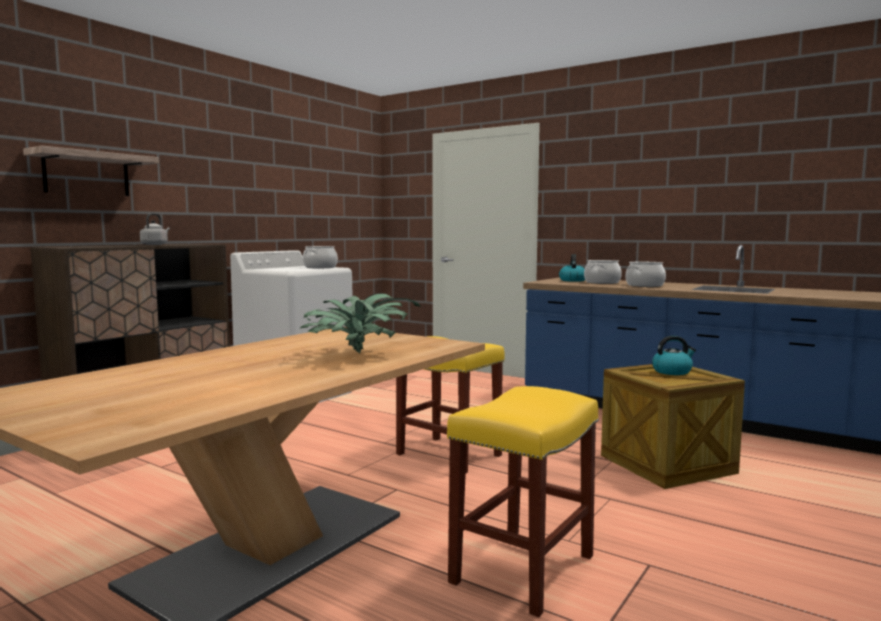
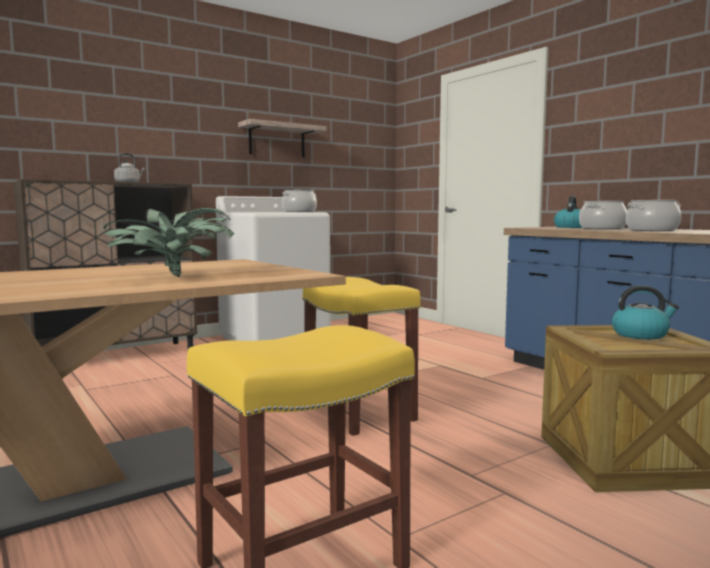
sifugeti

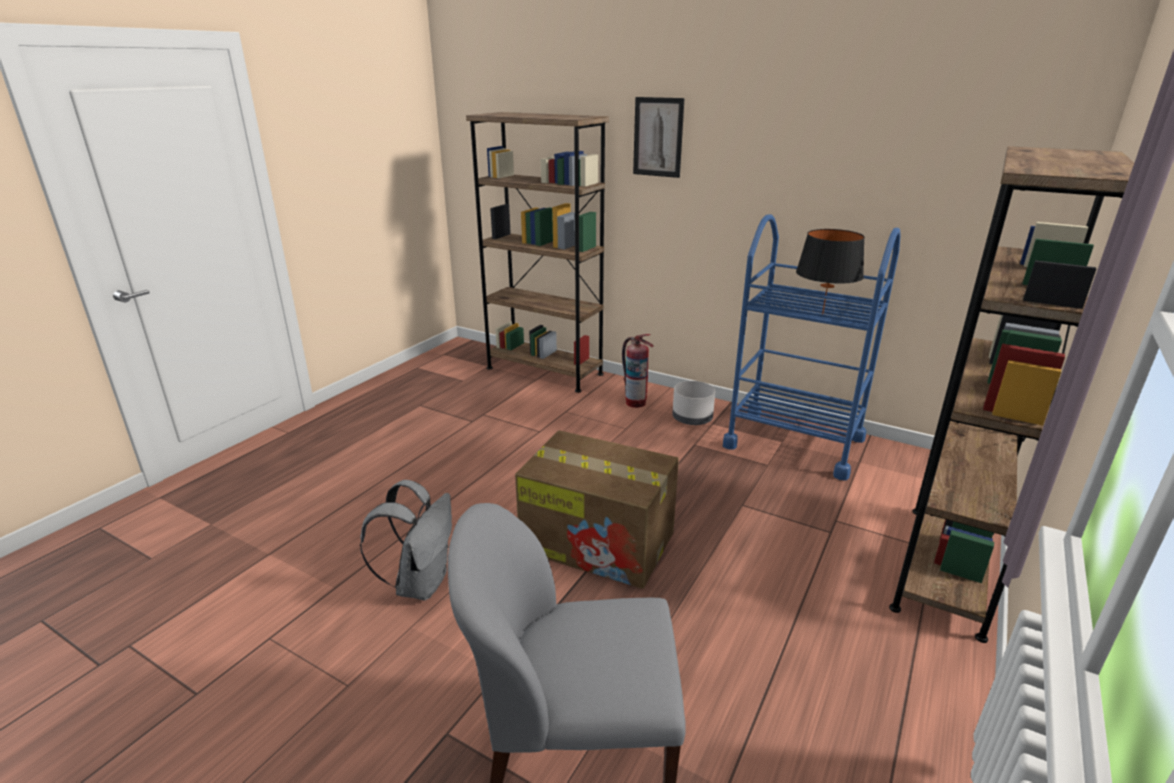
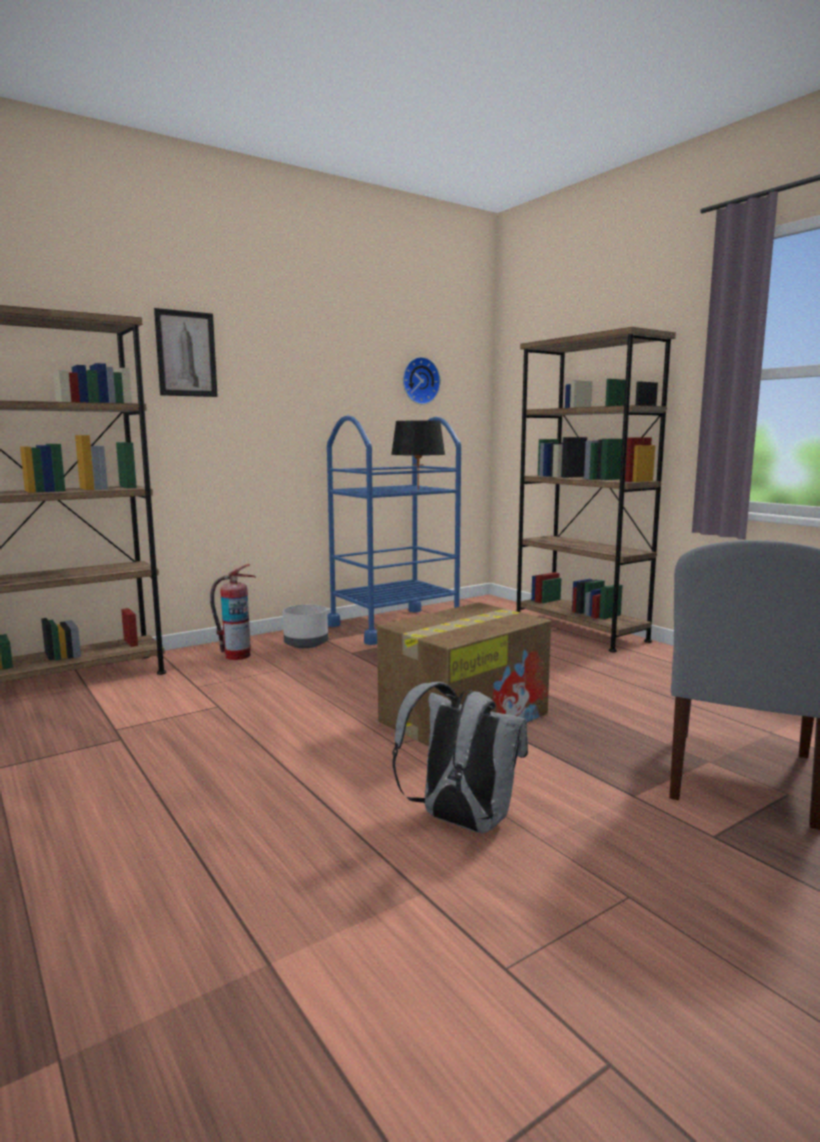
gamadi

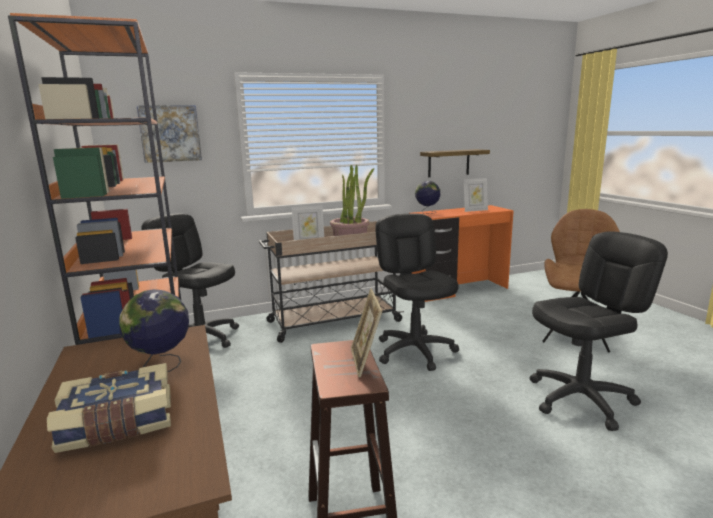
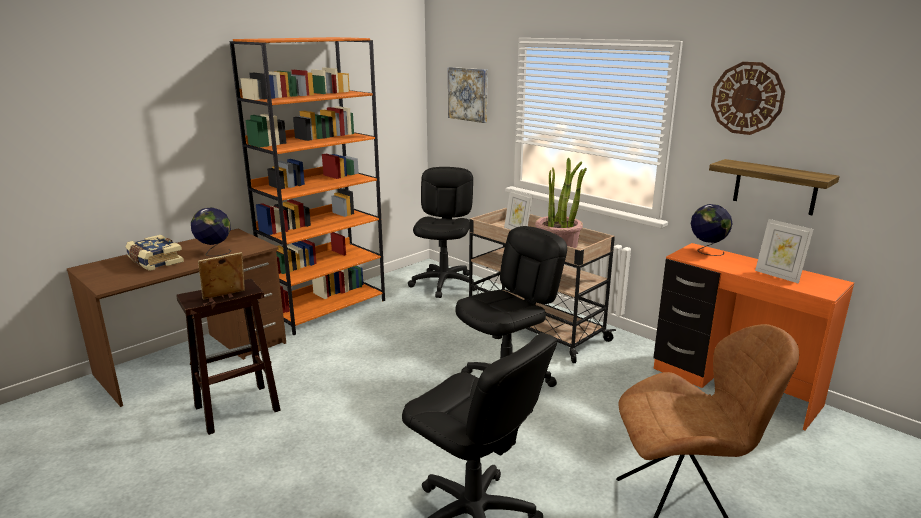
gamadi

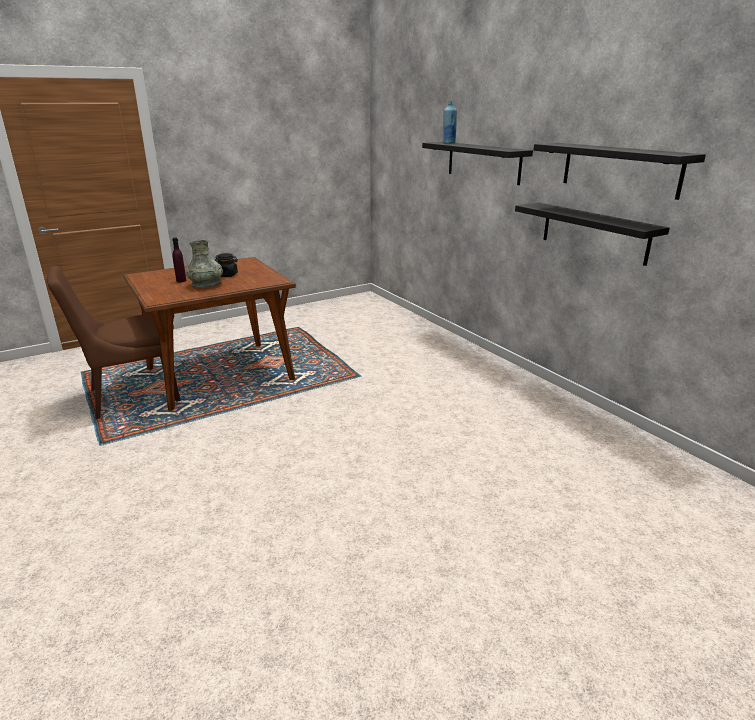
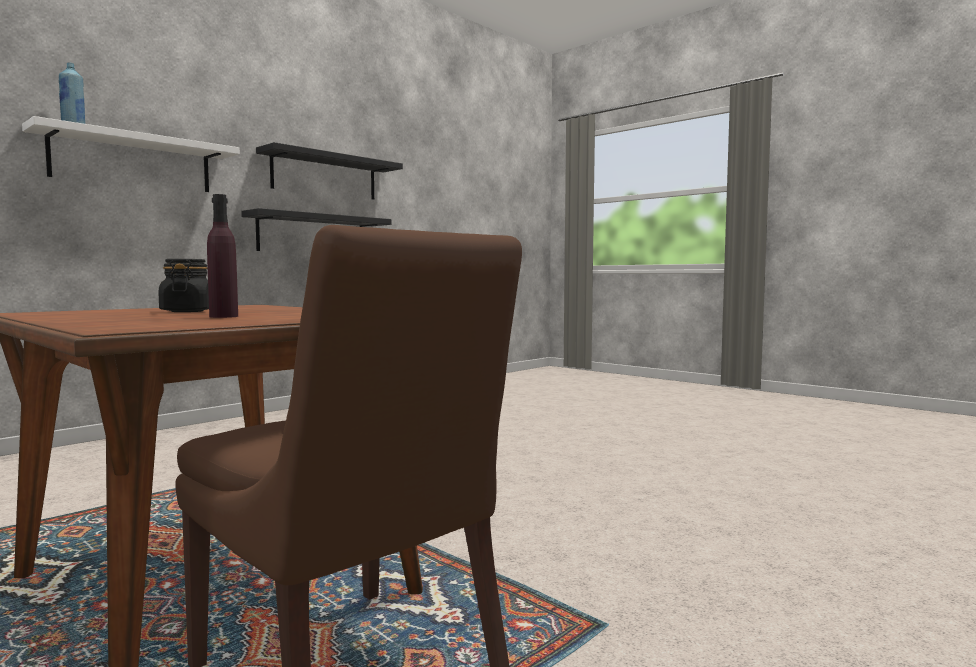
white_sifugeti
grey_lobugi

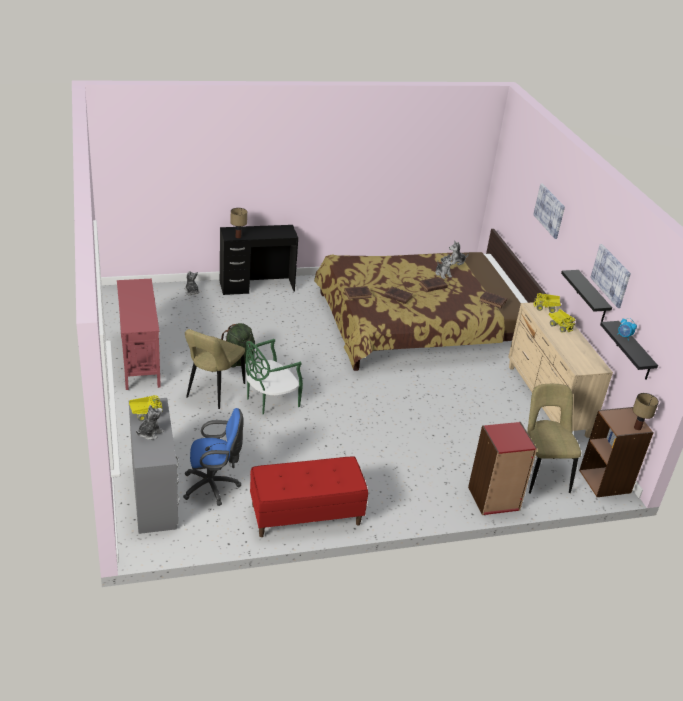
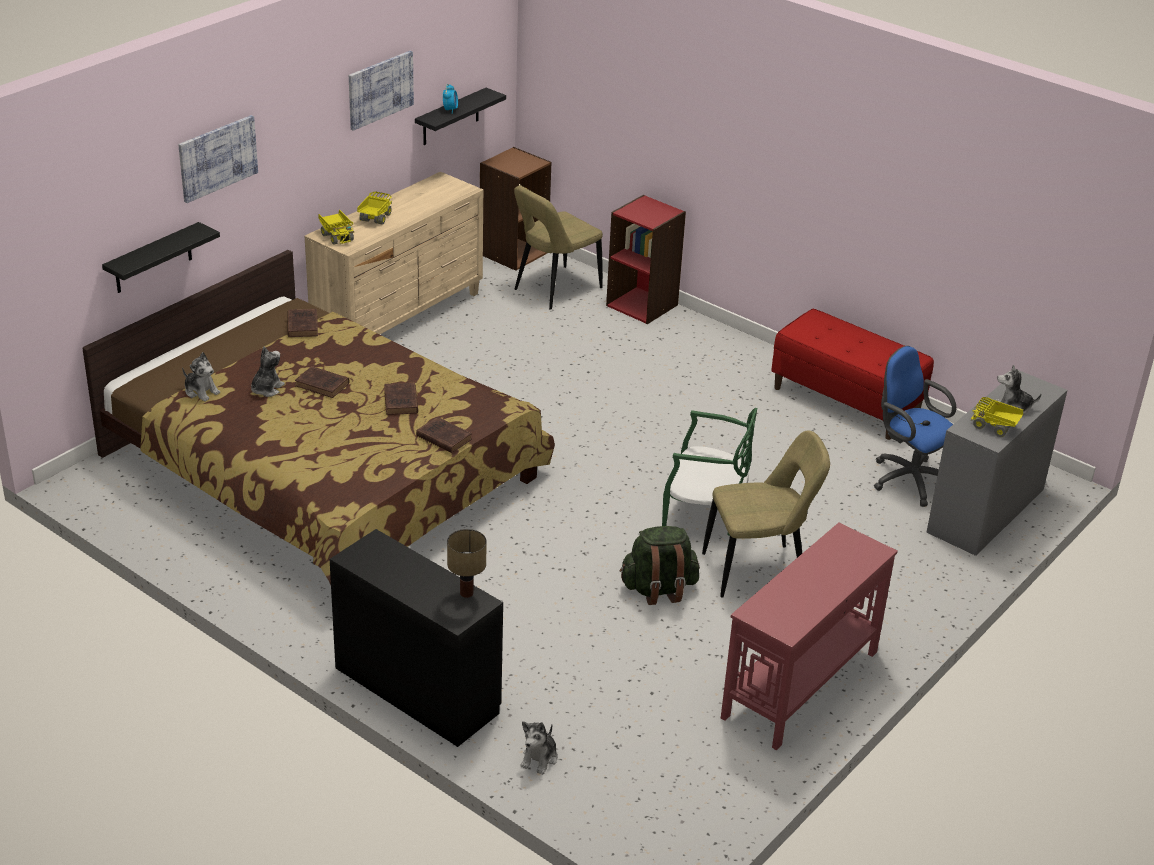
black_sifugeti (no. 1 from left)
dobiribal (no. 2 from left in the first image)

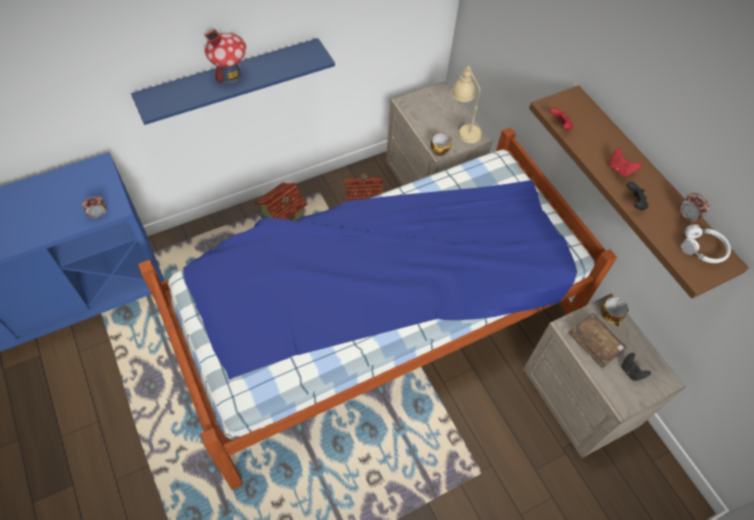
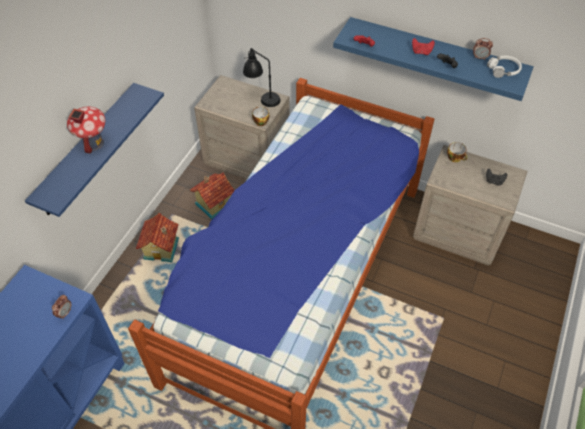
black_dobiribal
blue_sifugeti (no. 2 from left)
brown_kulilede

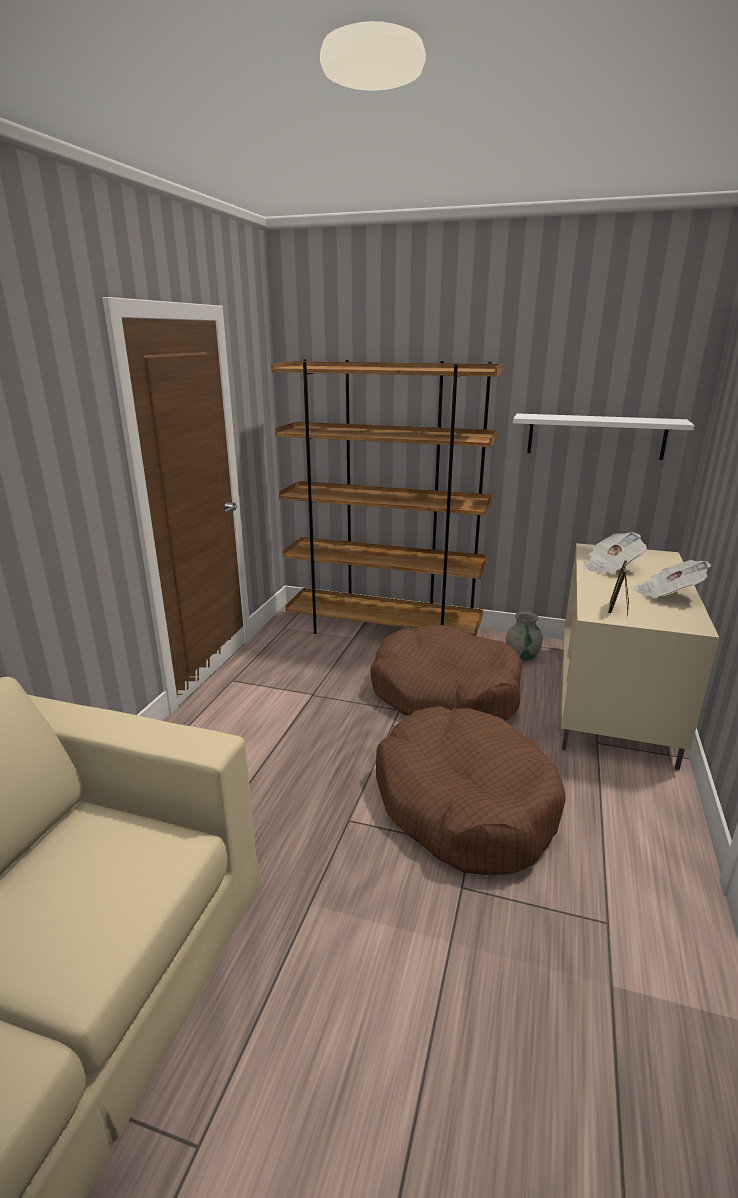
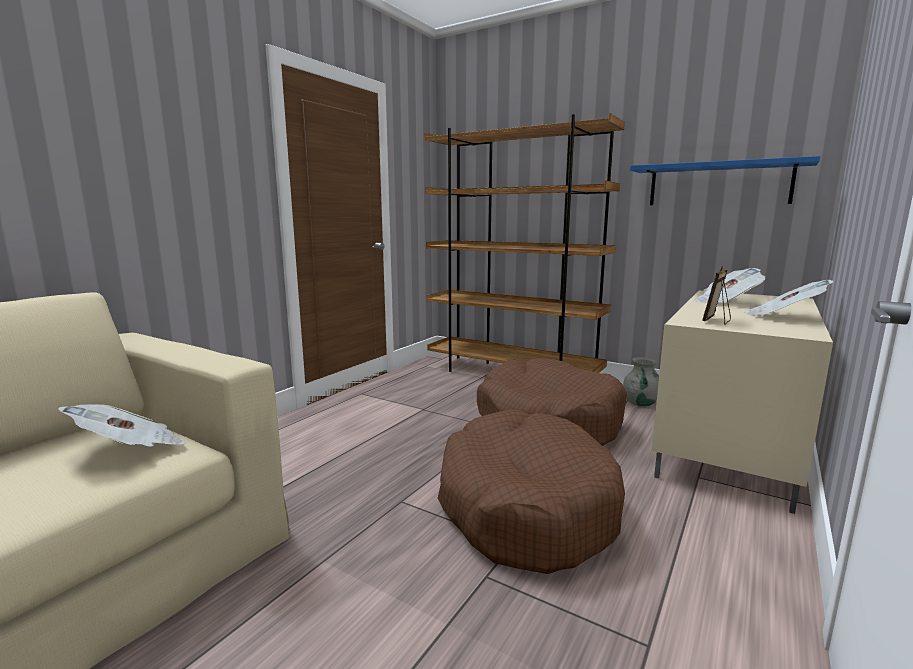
blue_sifugeti
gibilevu (no. 1 from left)

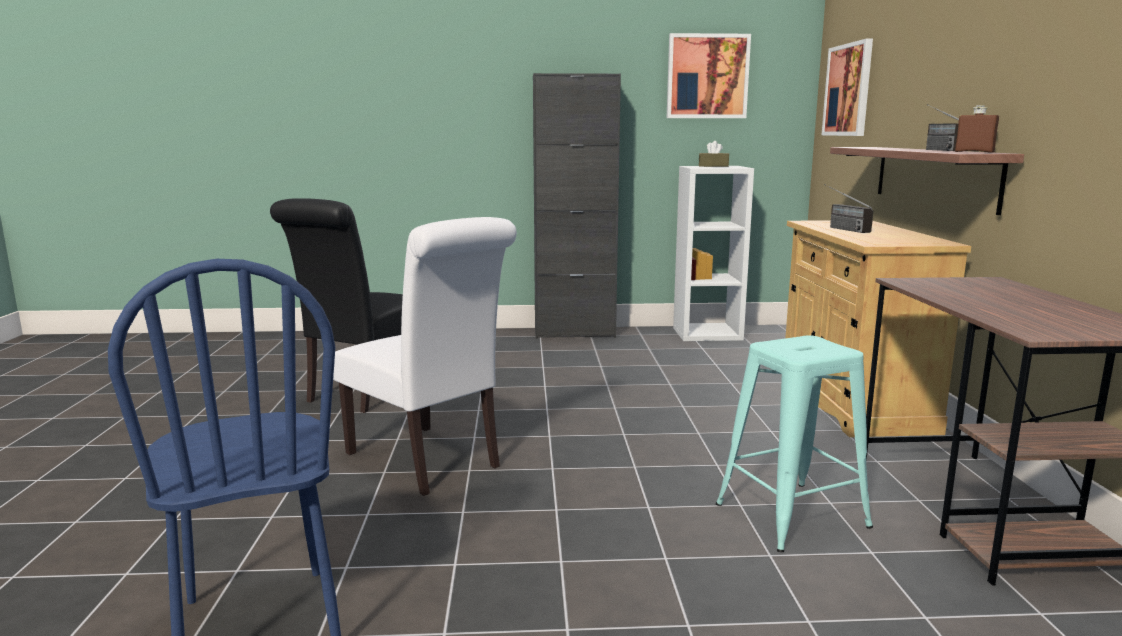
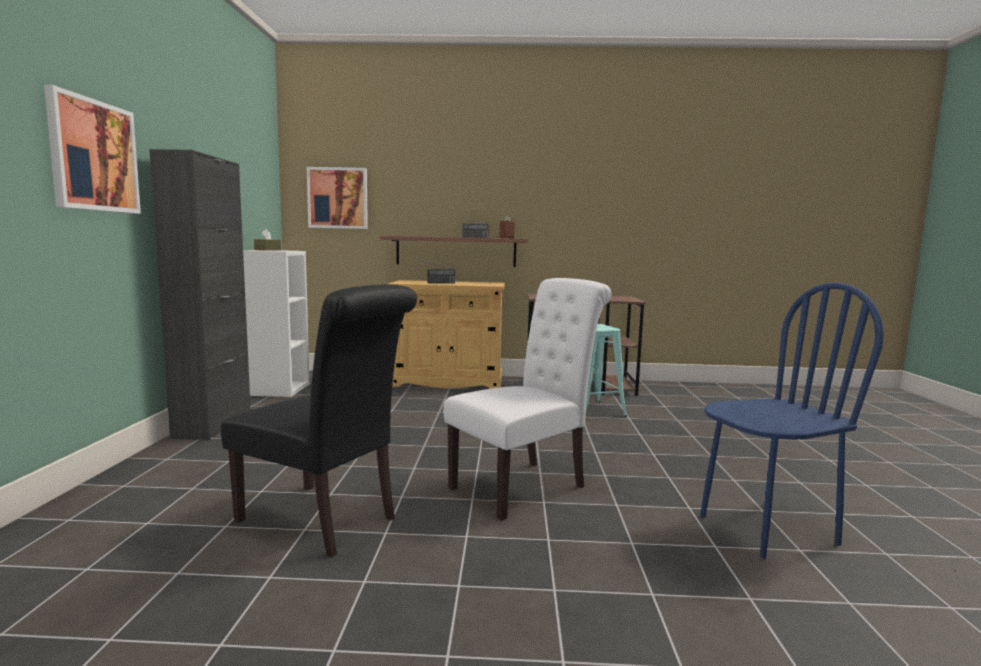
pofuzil (no. 1 from left)

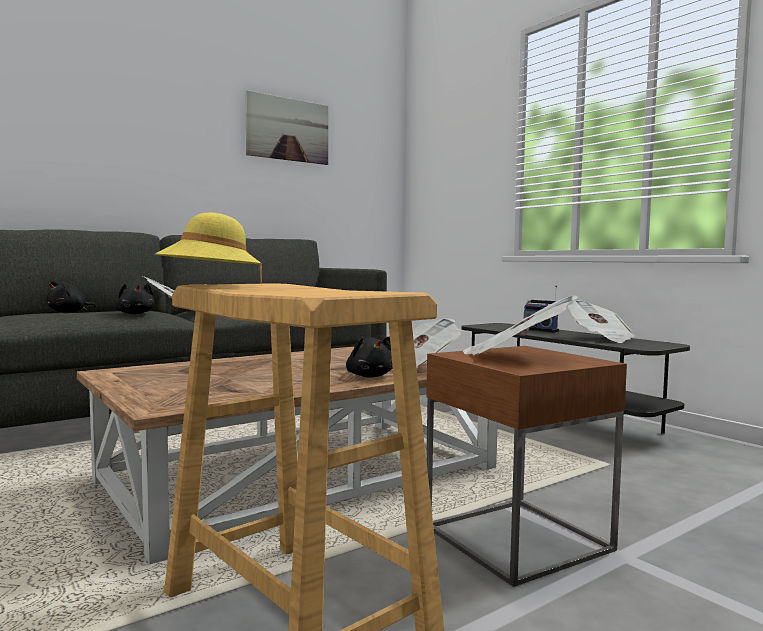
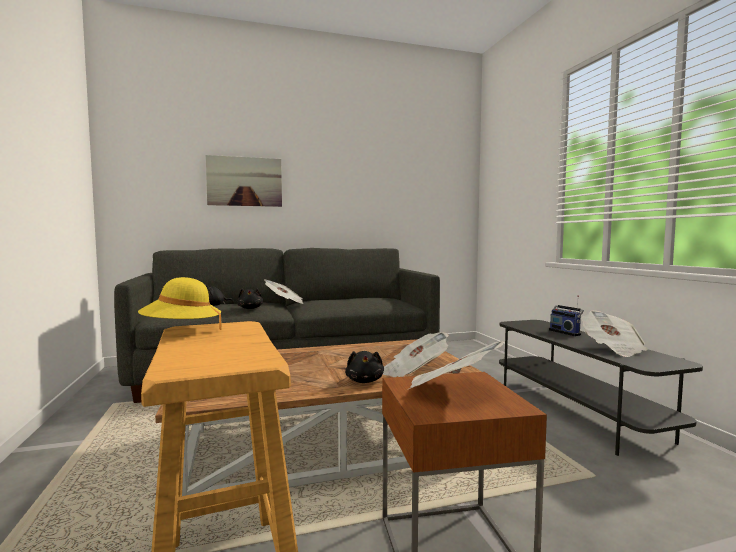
pofuzil

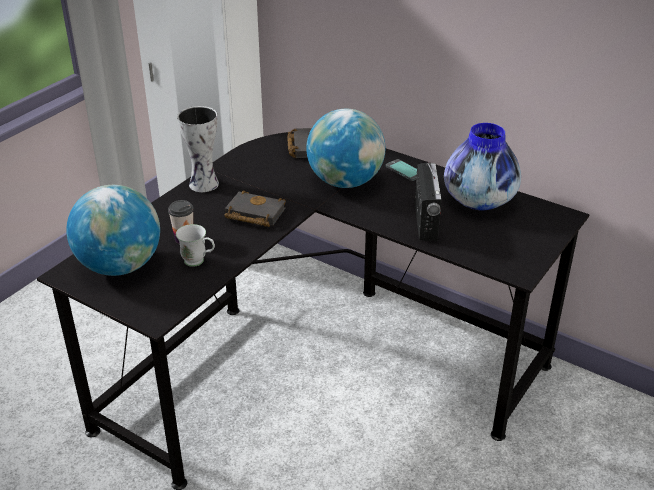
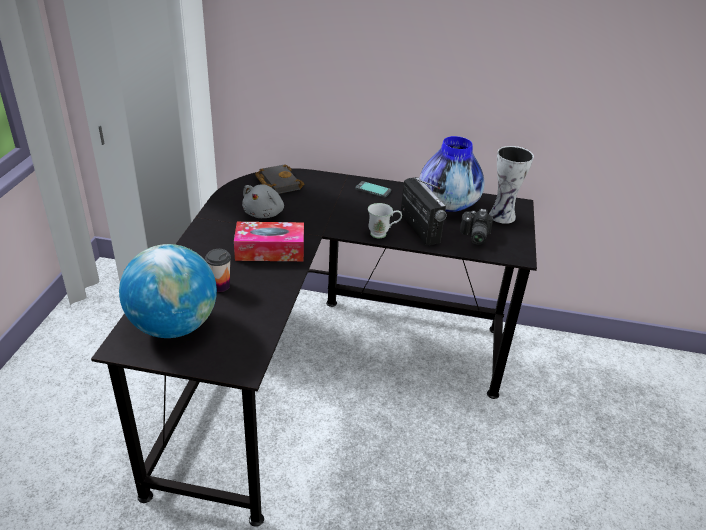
lobugi (no. 2 from left)
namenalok (no. 2 from left in the first image)
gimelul
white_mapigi
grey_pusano
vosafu

